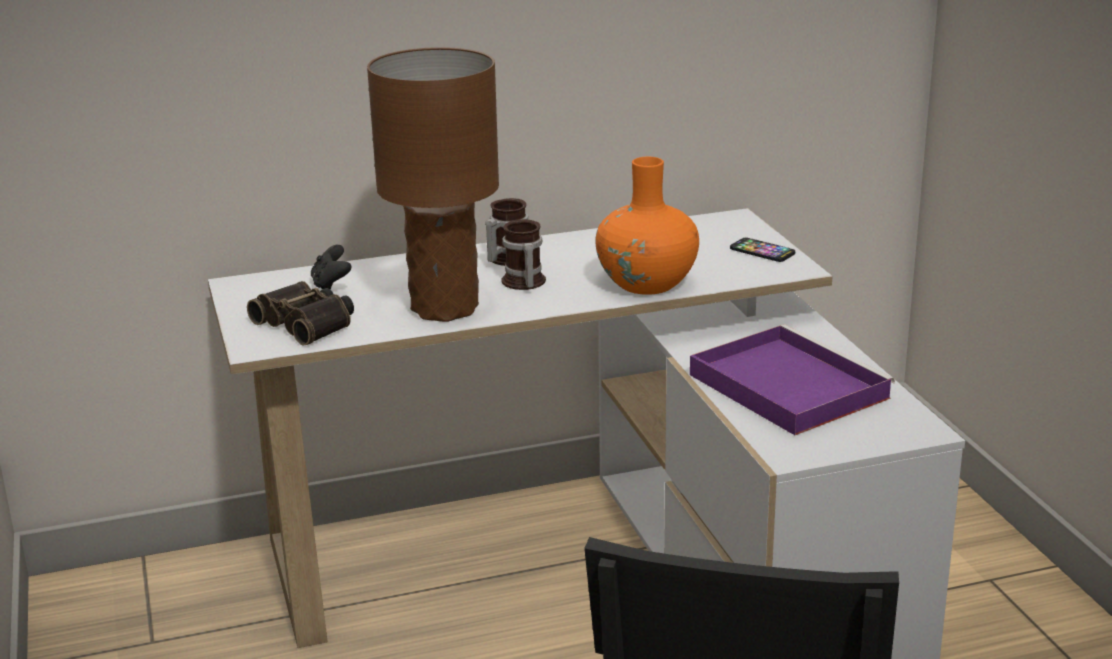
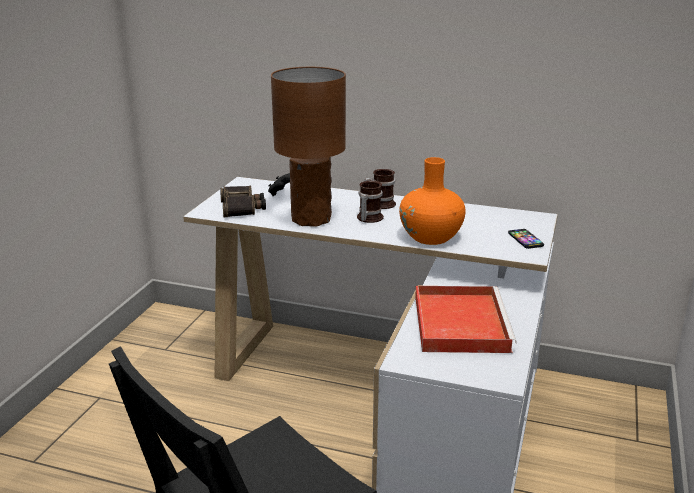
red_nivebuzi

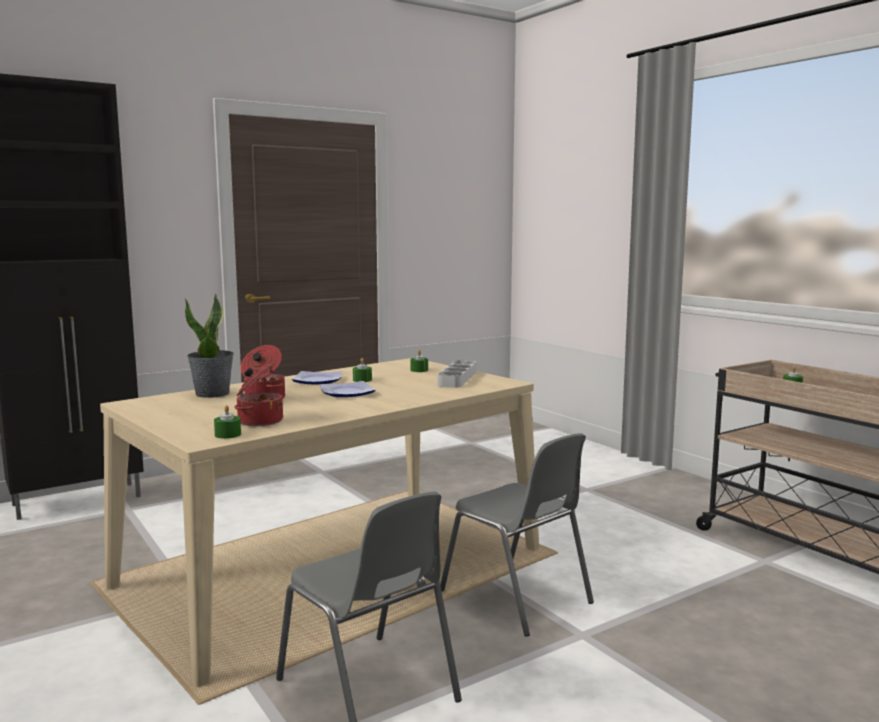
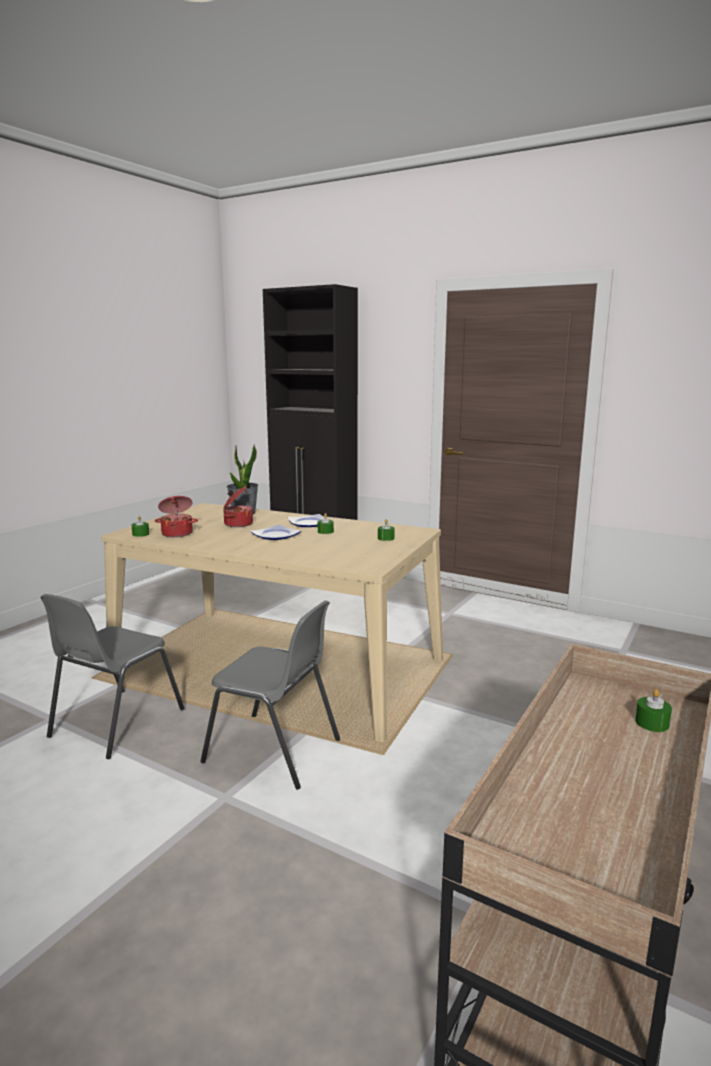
grey_nivebuzi
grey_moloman (no. 2 from left)

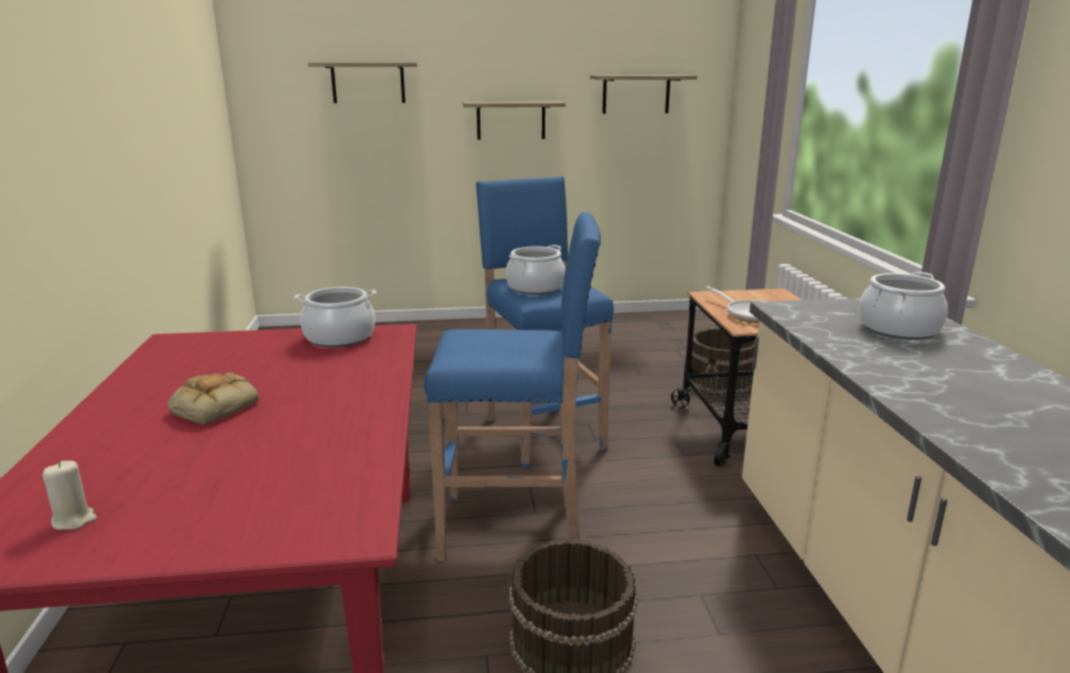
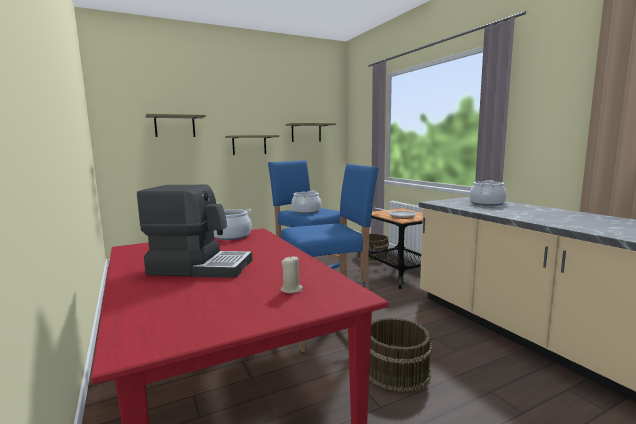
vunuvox
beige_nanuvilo

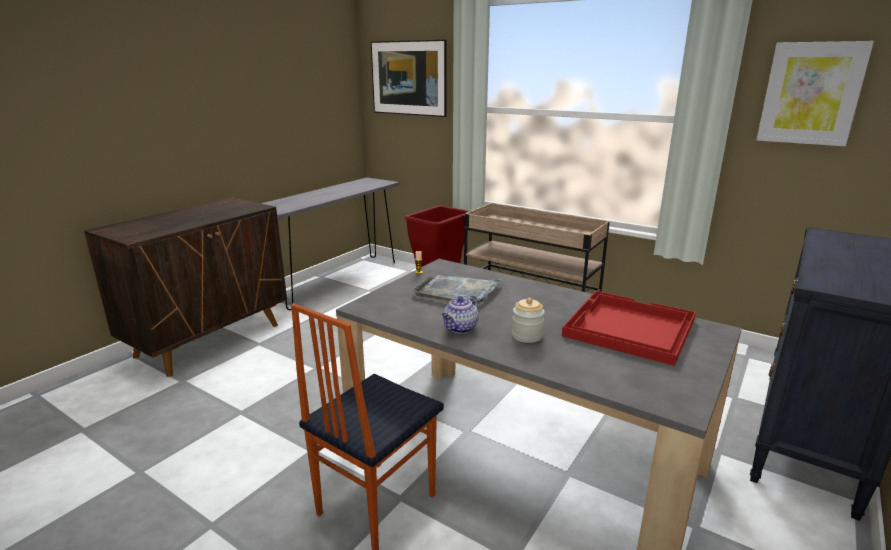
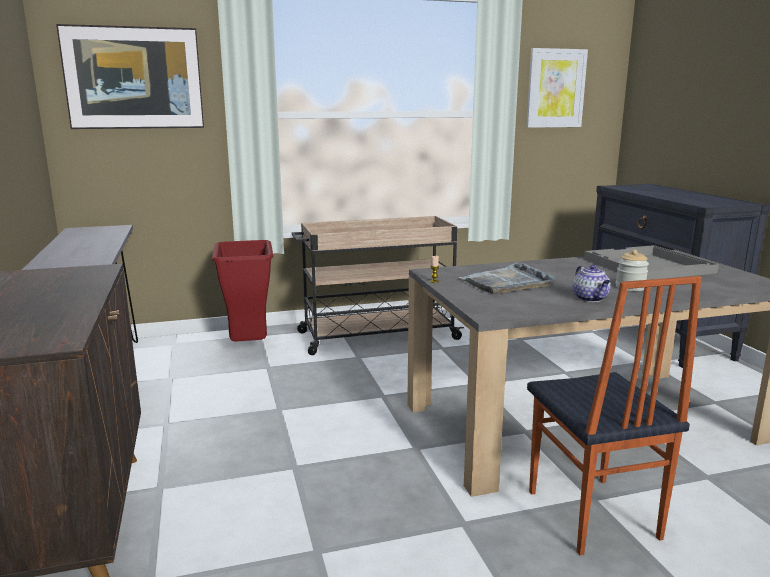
grey_nivebuzi (no. 2 from left)

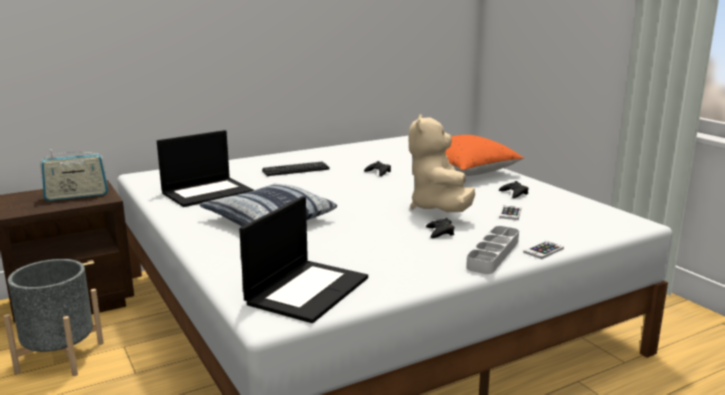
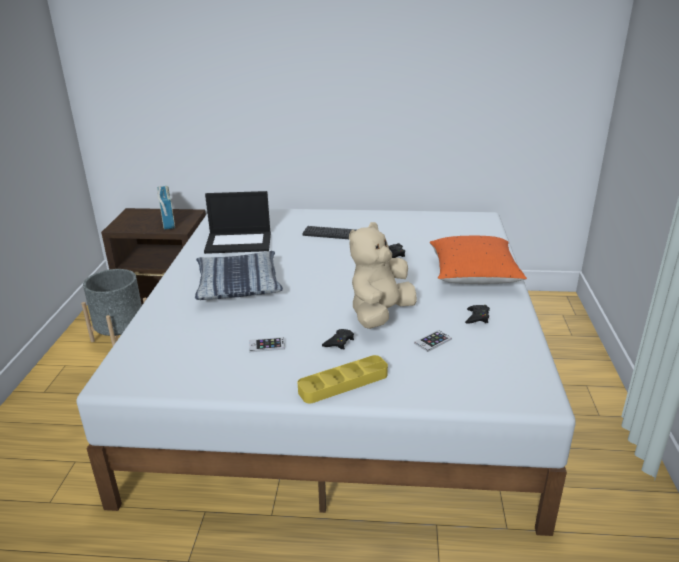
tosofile
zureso (no. 2 from left in the first image)
yellow_nivebuzi
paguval (no. 1 from left)

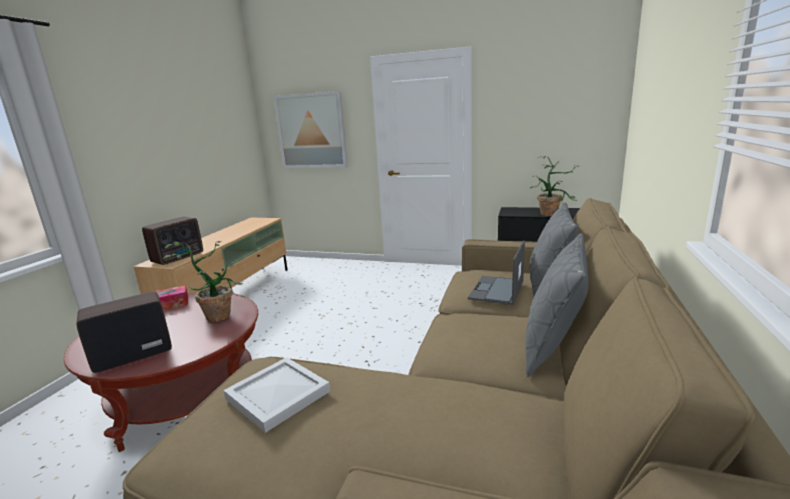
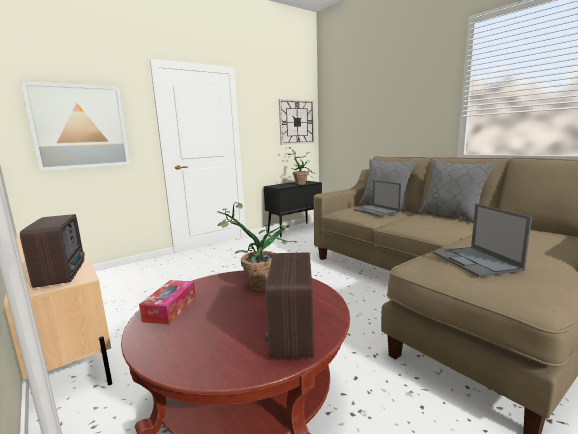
zureso (no. 2 from left)
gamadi

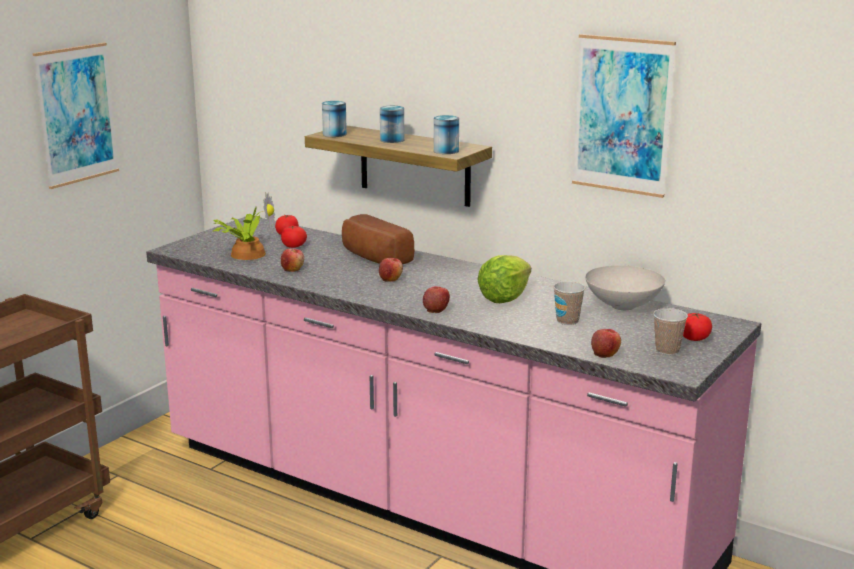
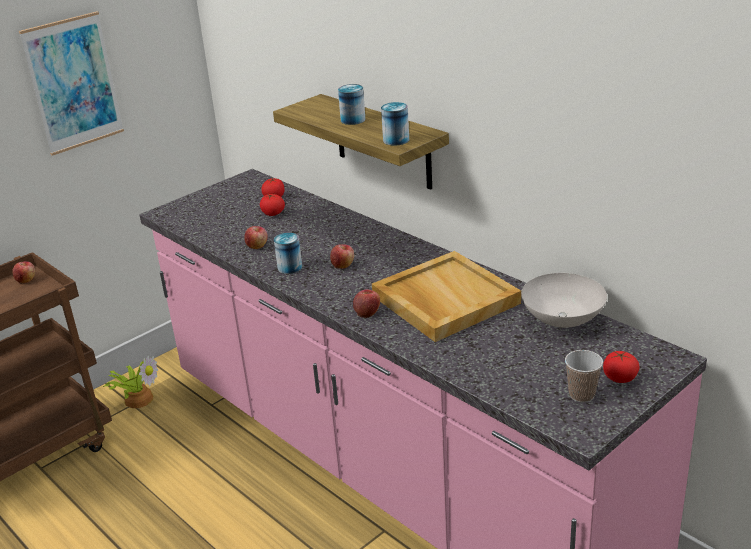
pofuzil (no. 2 from left in the first image)
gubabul (no. 1 from left)
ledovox
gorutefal
beige_nivebuzi
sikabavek (no. 1 from left in the first image)
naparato (no. 1 from left)

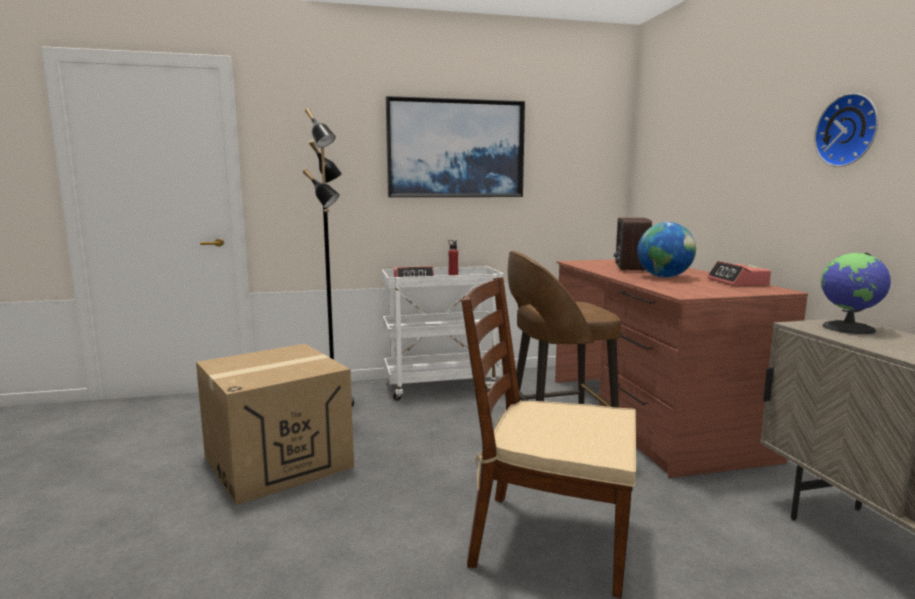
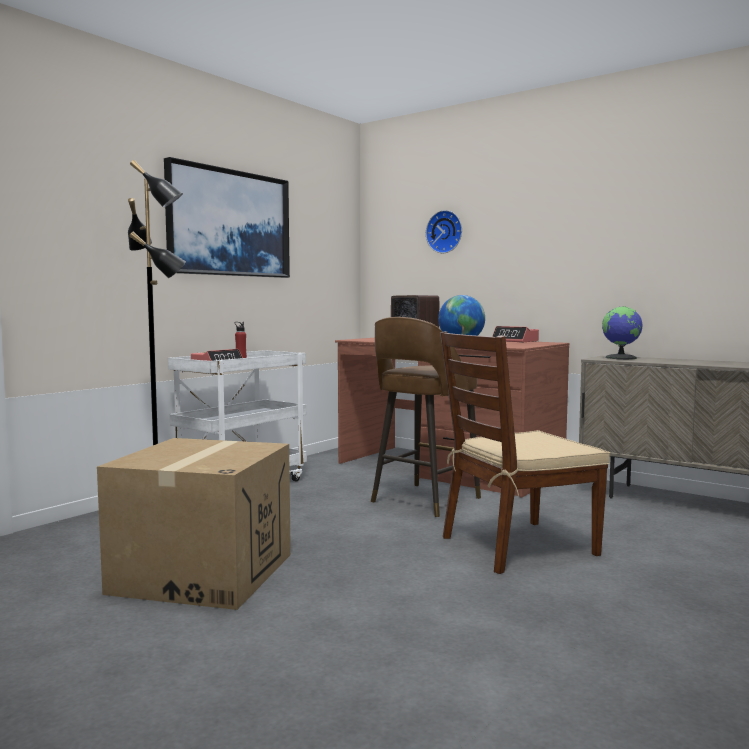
gamadi

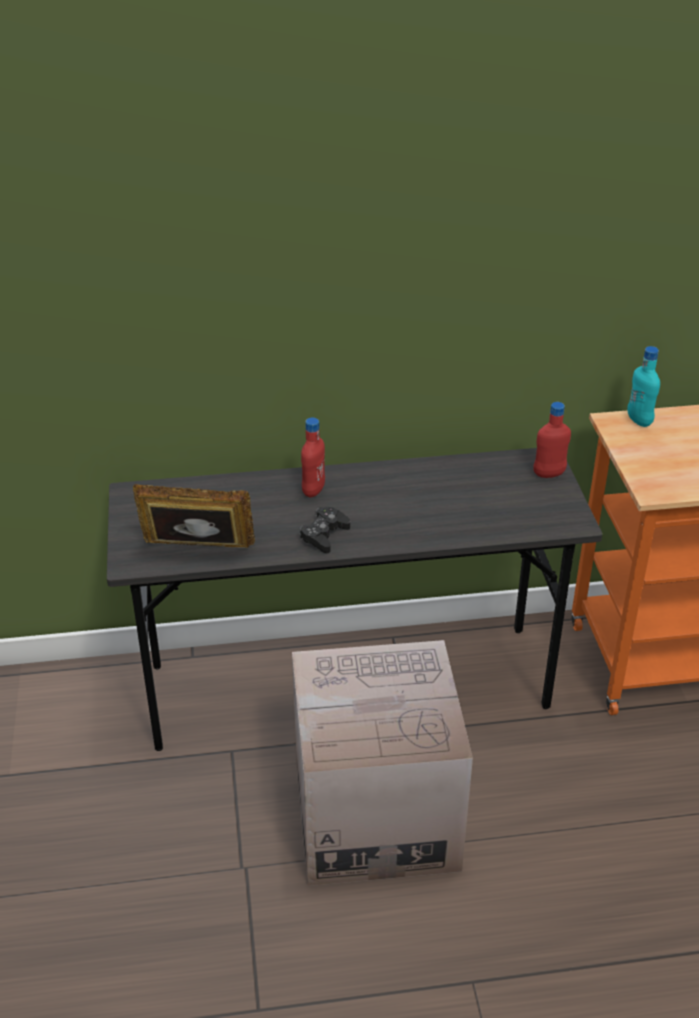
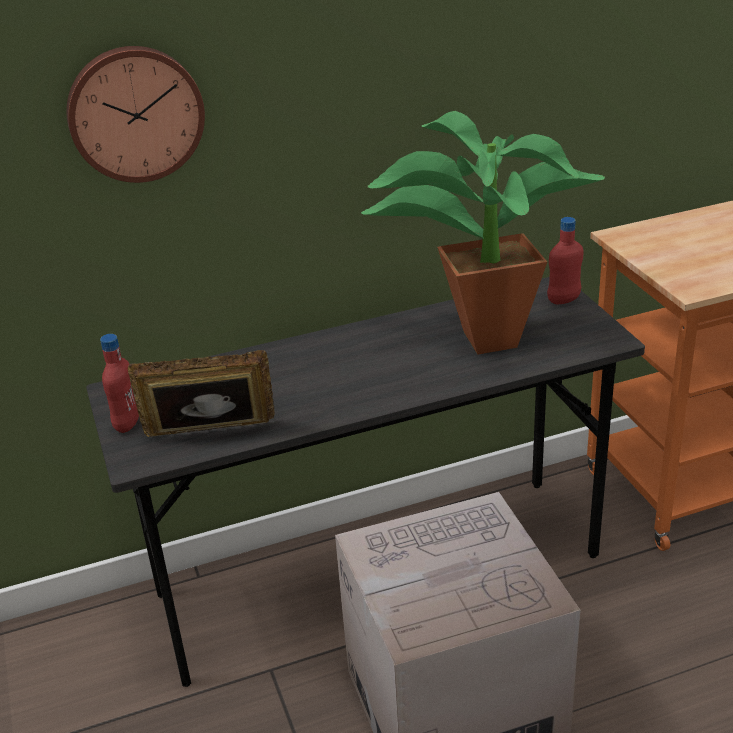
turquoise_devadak
red_devadak (no. 1 from left)
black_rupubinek
gamadi
ledovox

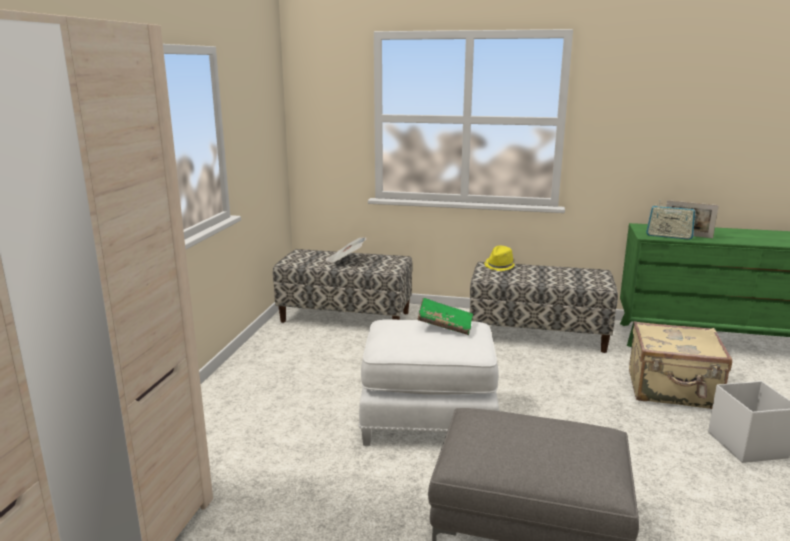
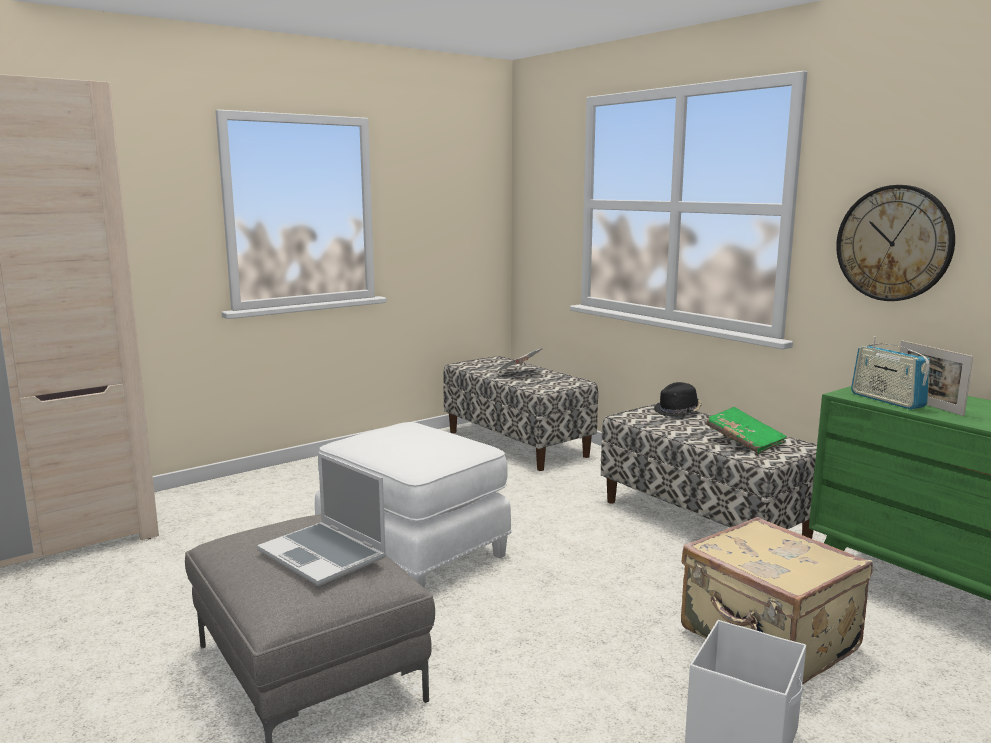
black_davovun
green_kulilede
gamadi
zureso

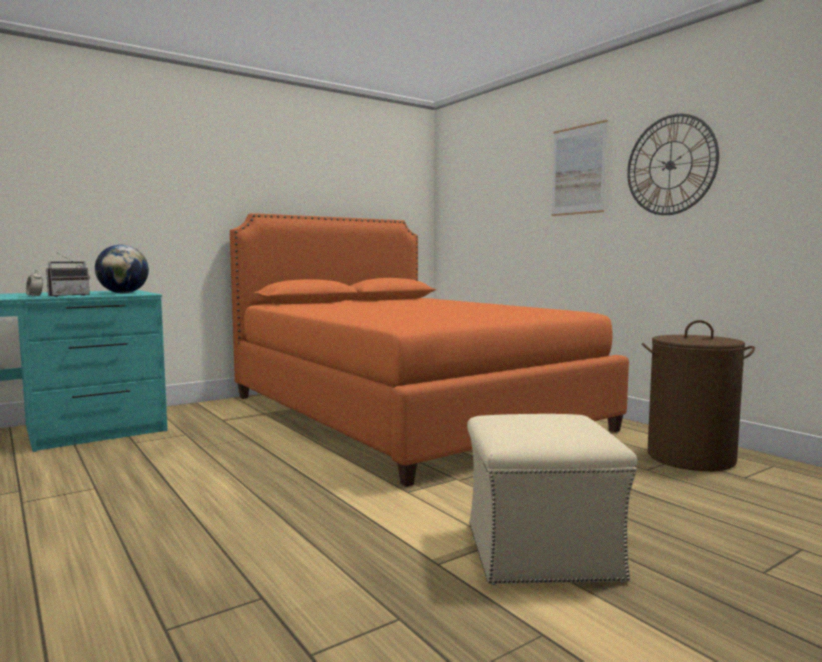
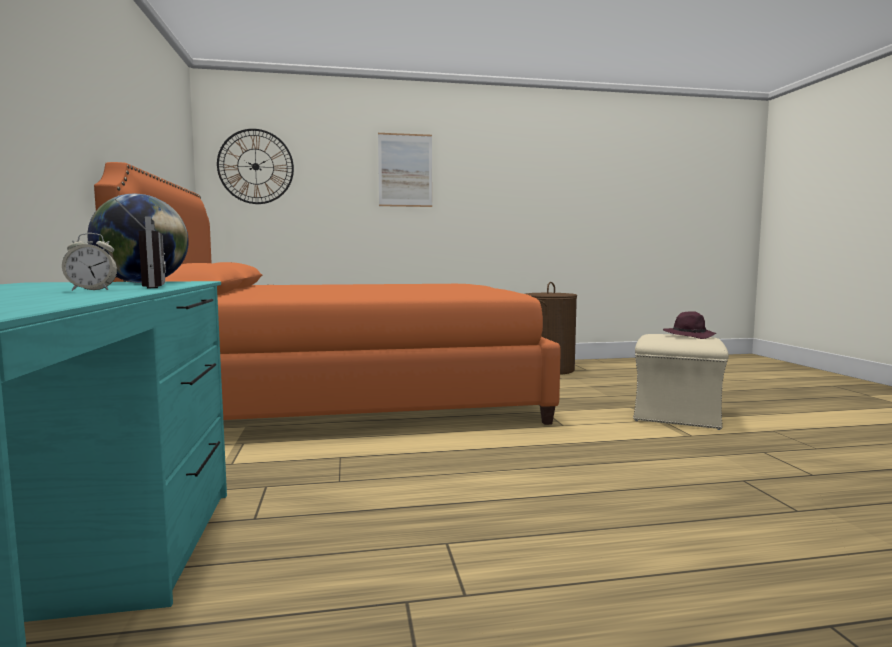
gamadi
purple_davovun

